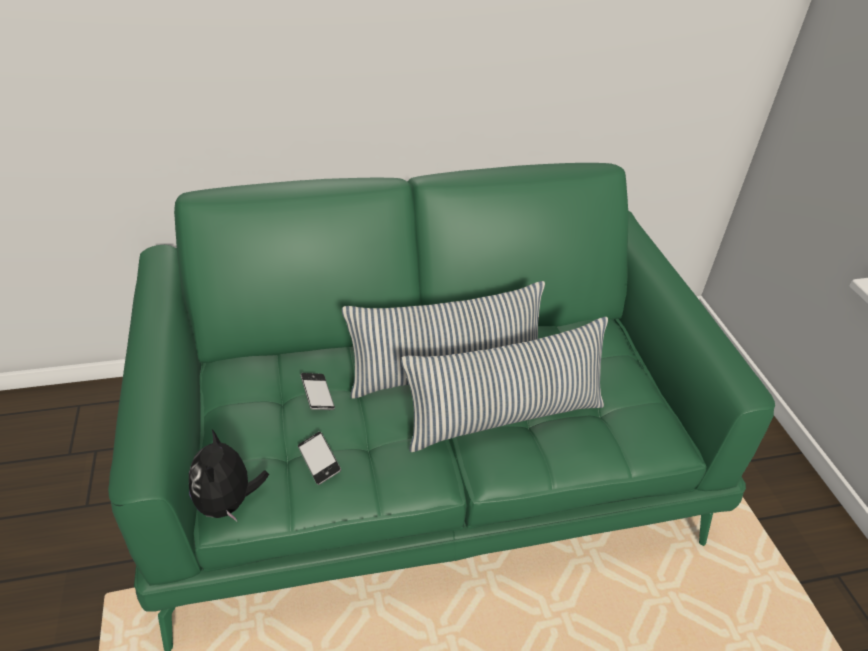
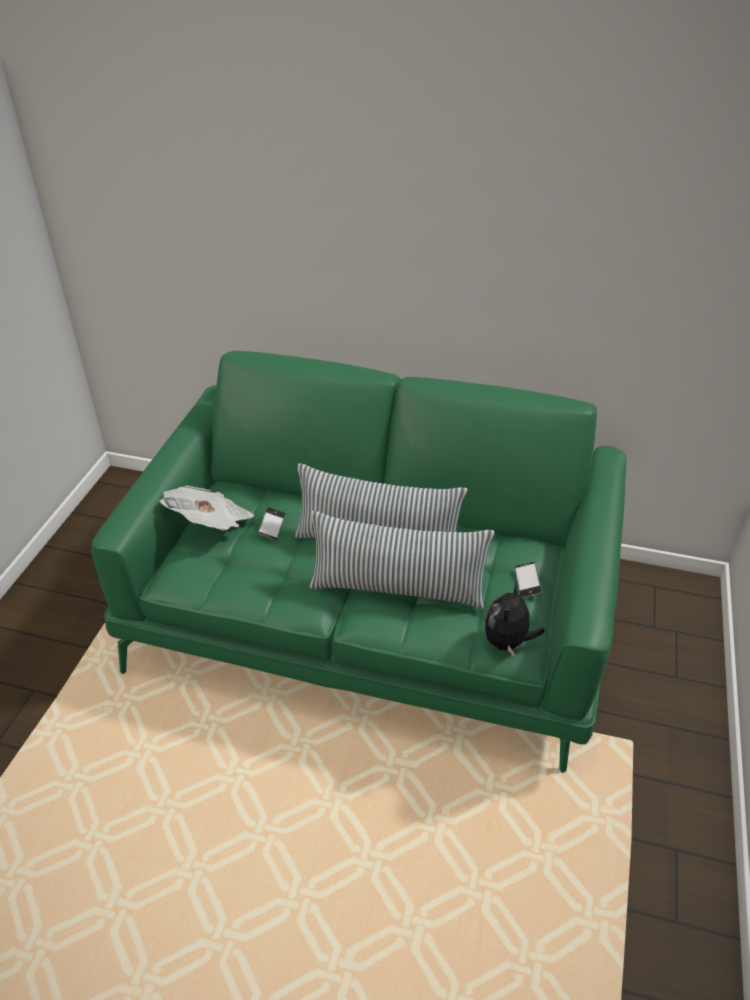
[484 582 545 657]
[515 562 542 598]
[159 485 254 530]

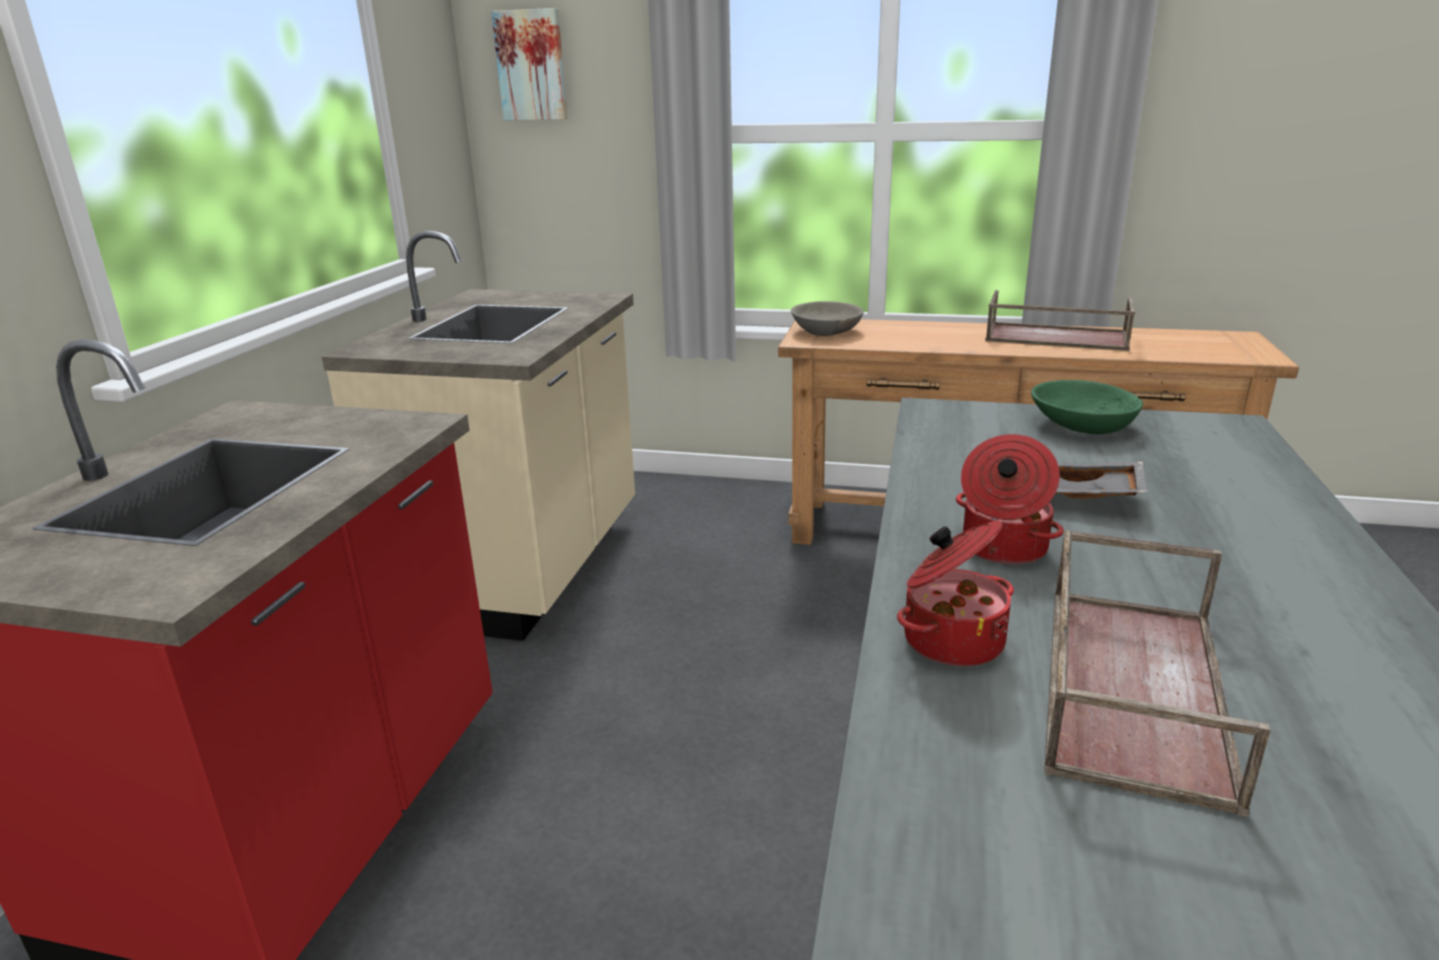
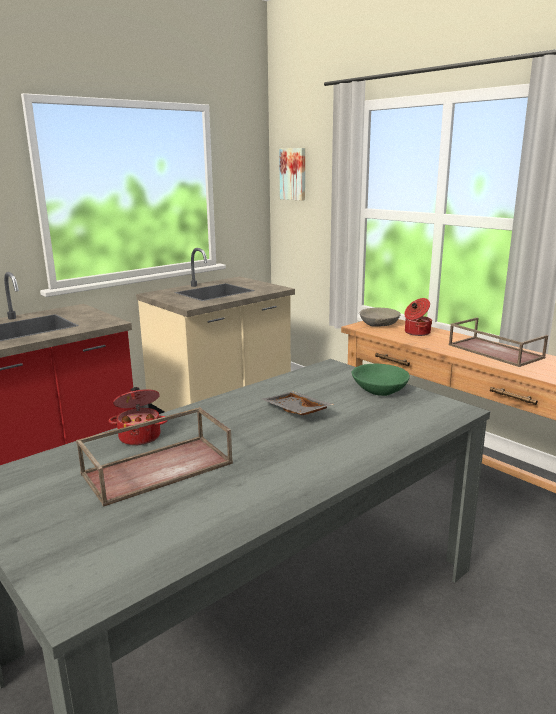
[404 298 432 336]

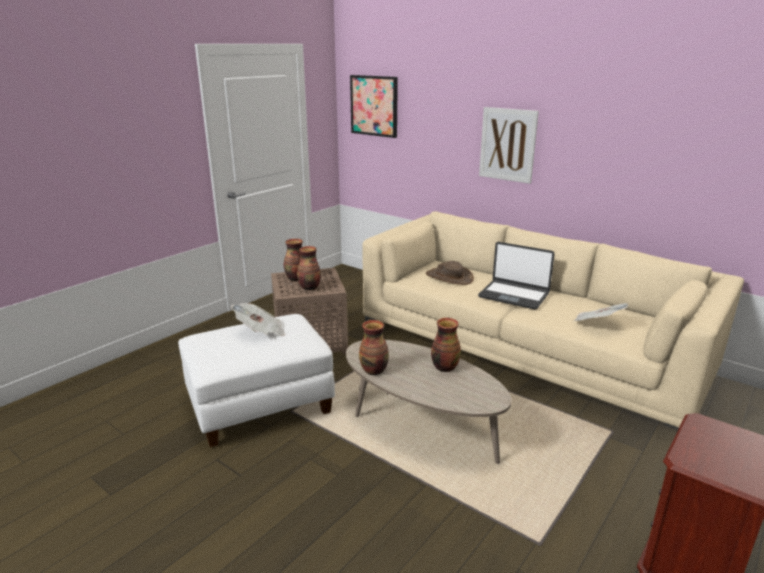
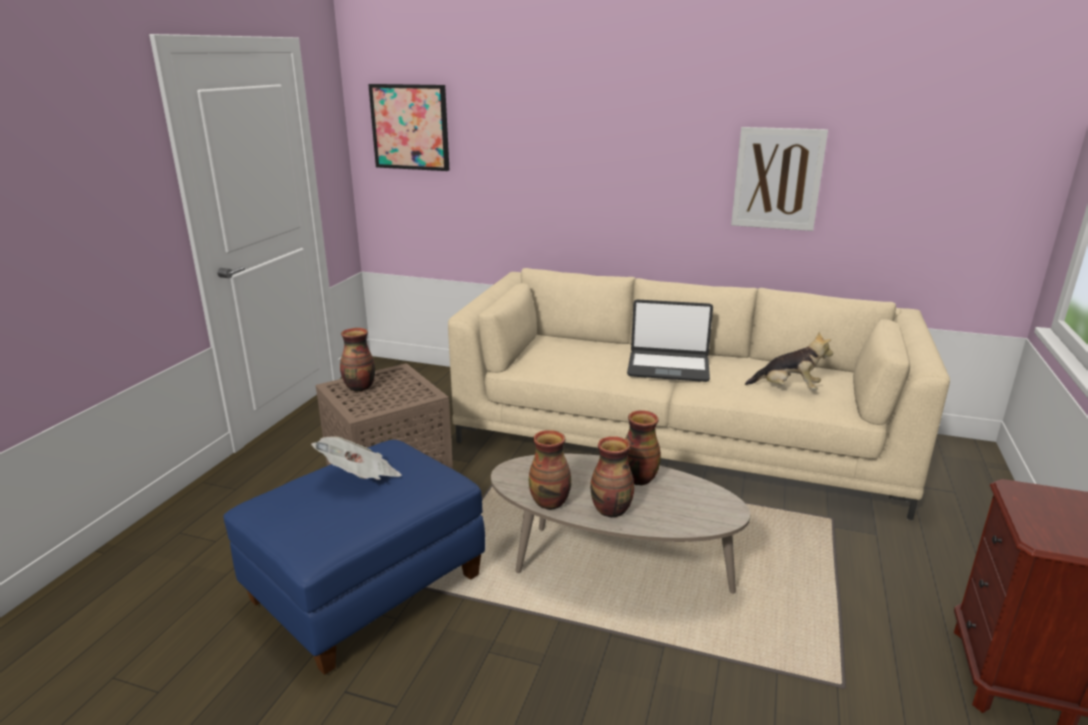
[223 440 485 675]
[590 436 634 517]
[426 261 474 285] (first image)
[731 127 828 231]
[745 332 833 390]

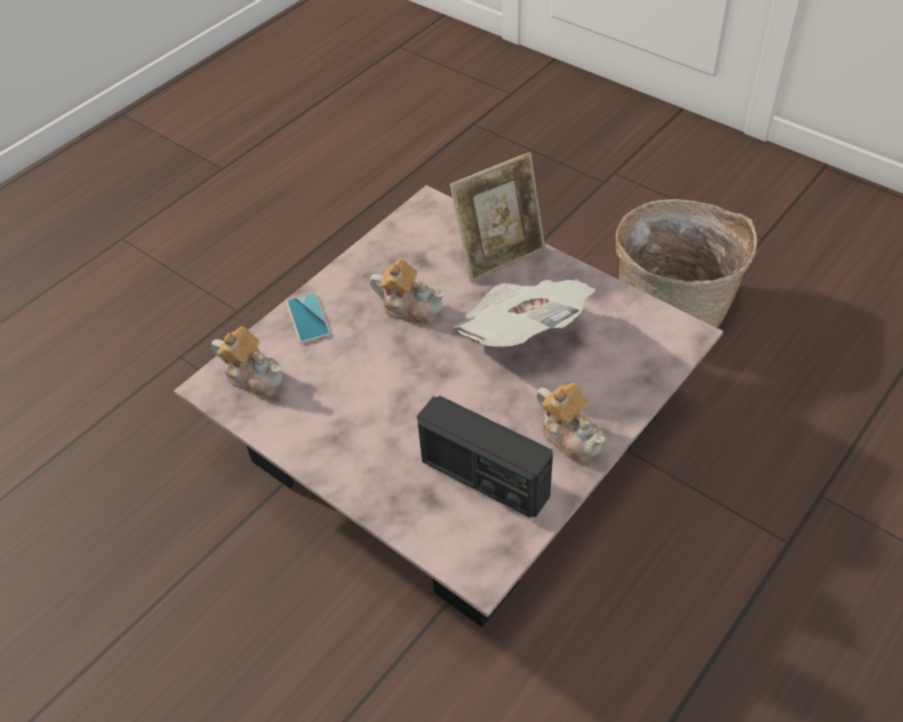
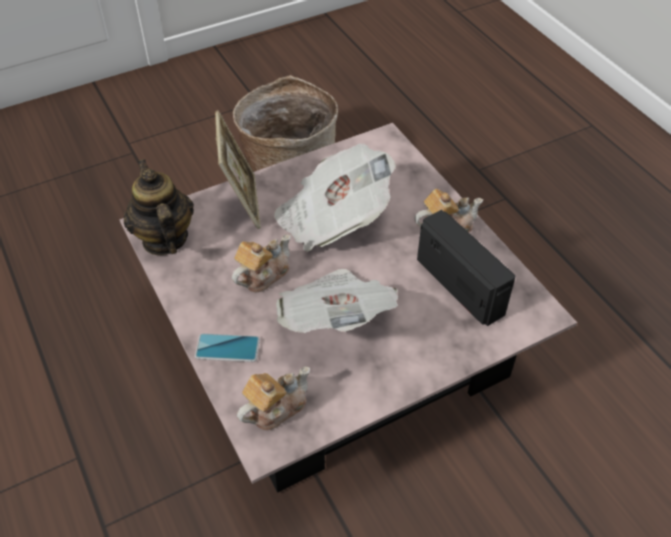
[417 210 516 326]
[124 159 194 255]
[276 269 398 333]

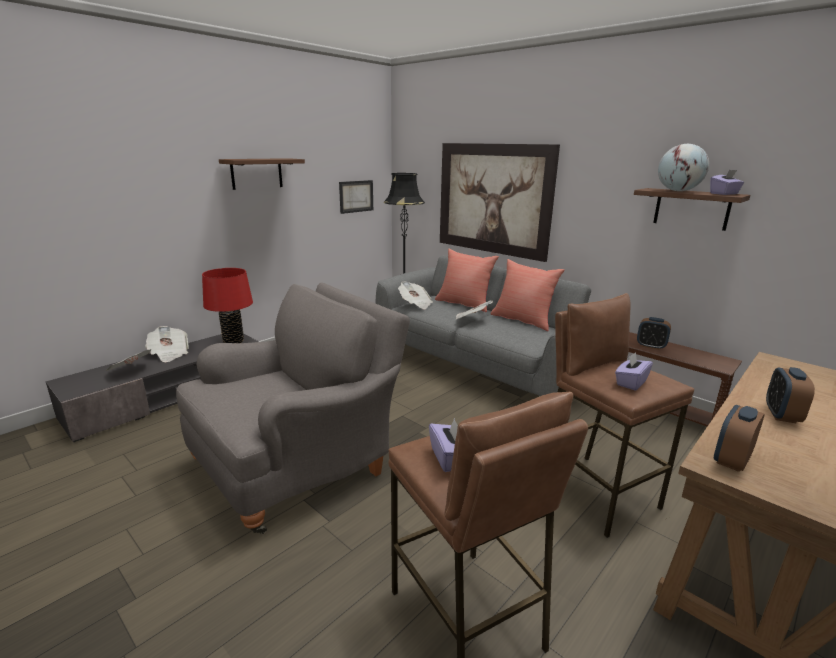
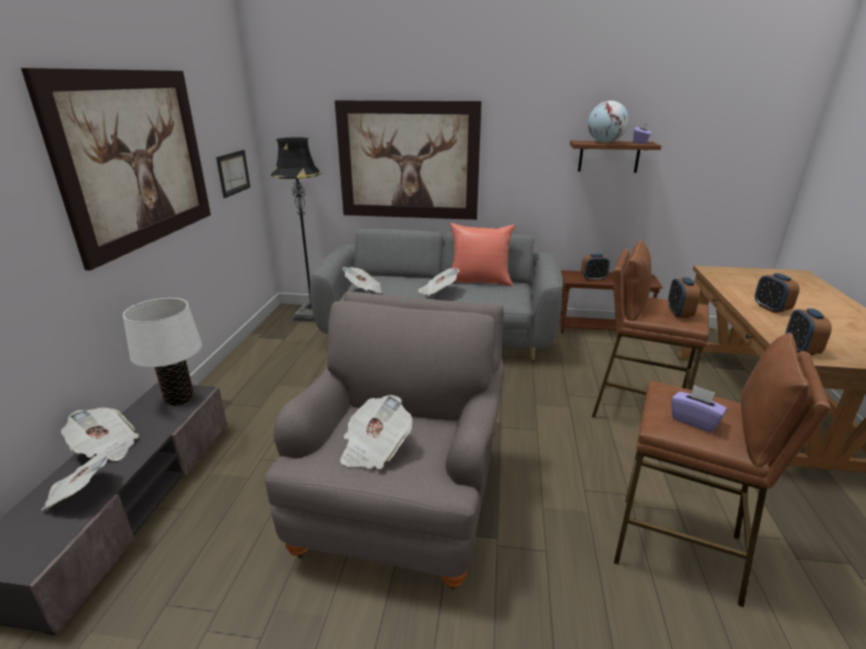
[123 298 202 406]
[21 68 211 271]
[435 249 499 312] (first image)
[668 277 700 318]
[340 395 412 469]

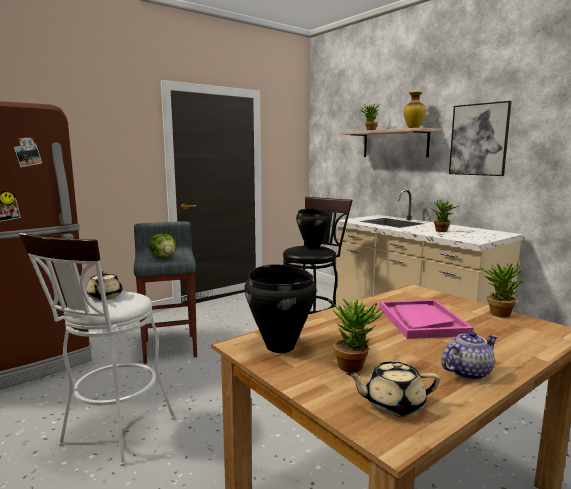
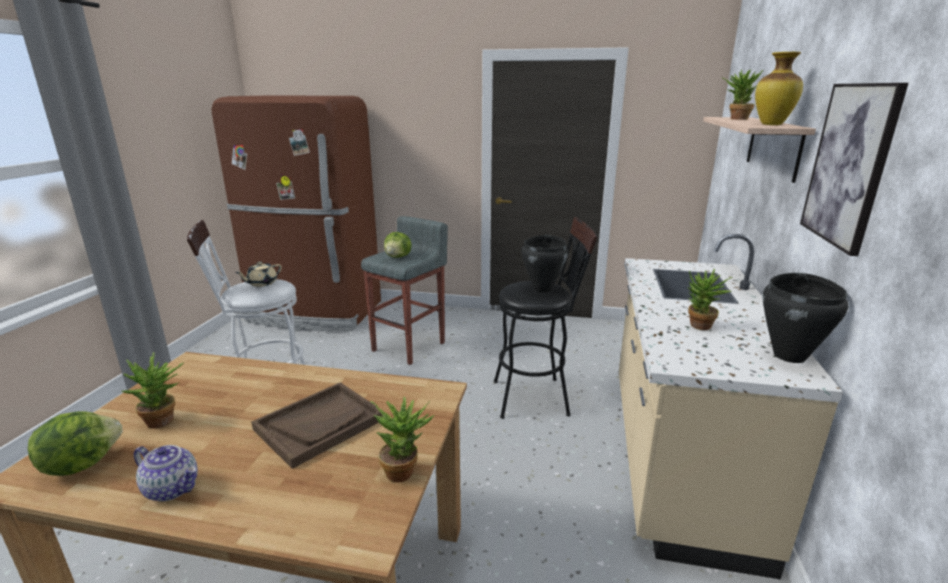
[762 273 848 363]
[28 411 123 476]
[251 382 383 469]

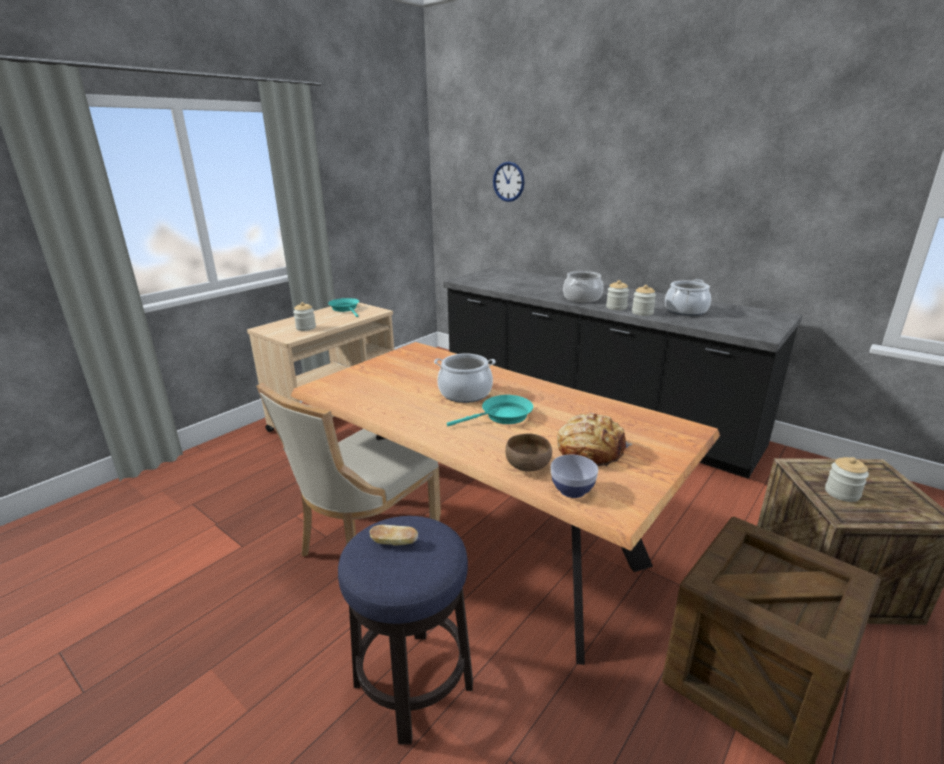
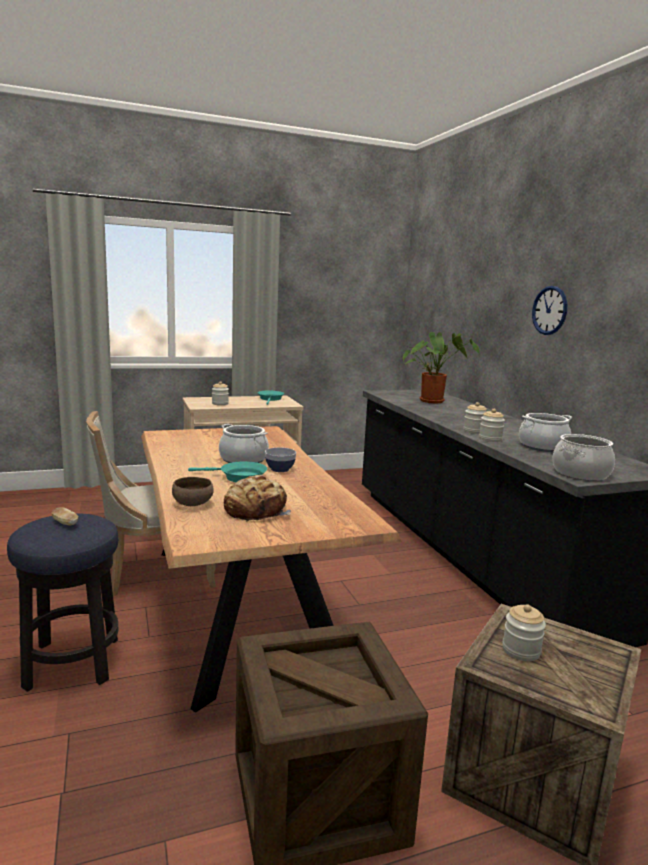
[532 286 567 335]
[265 448 296 472]
[552 434 615 480]
[403 332 480 403]

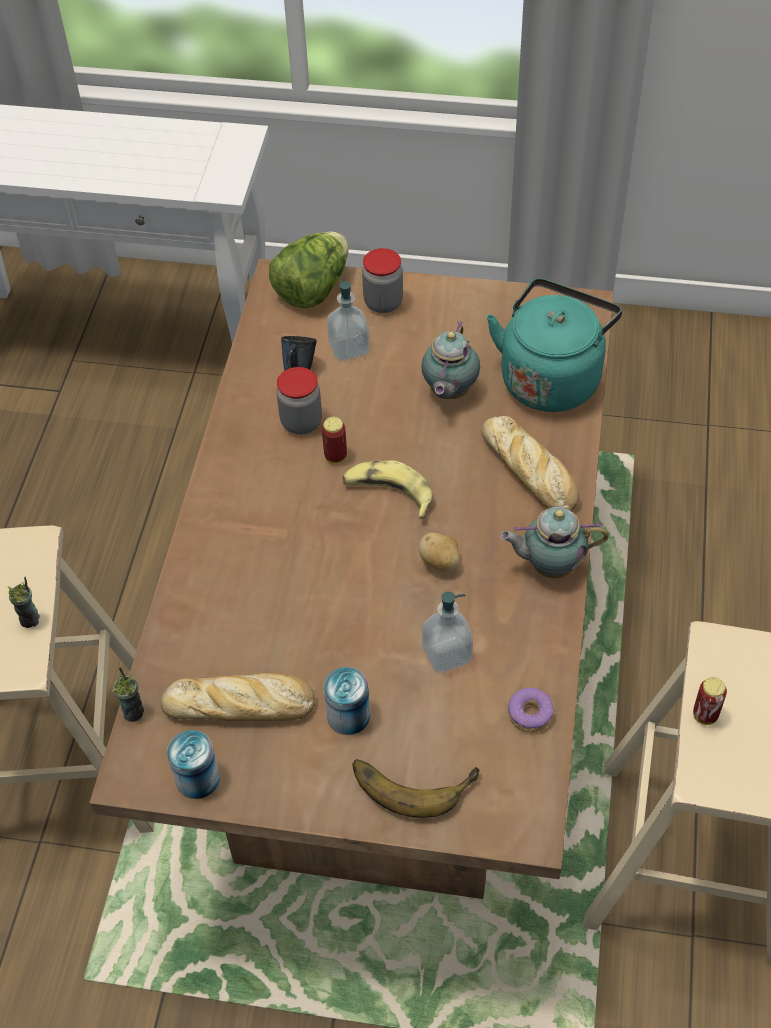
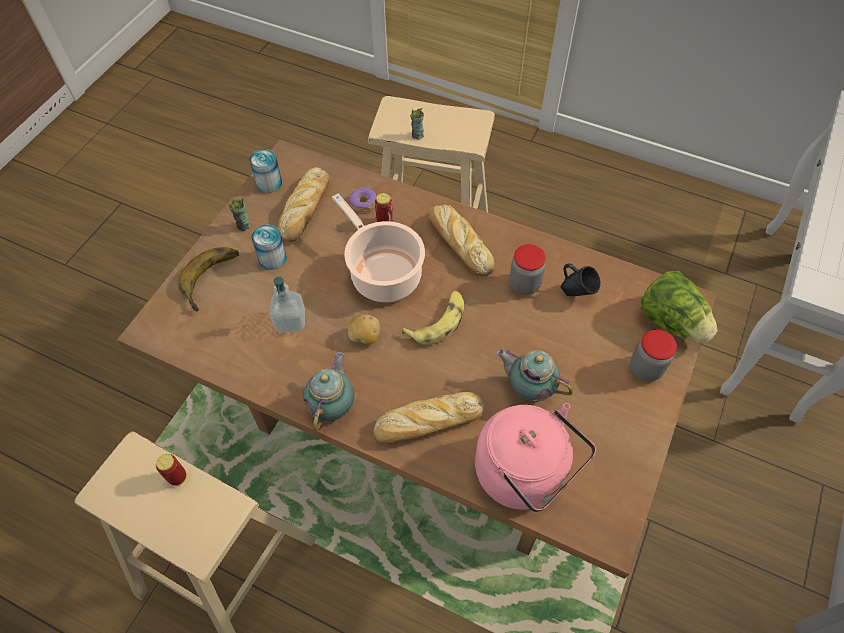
[228 197 251 231]
[375 193 393 222]
[327 278 370 360] (first image)
[475 403 596 512]
[349 187 377 212]
[332 194 425 302]
[427 204 495 276]

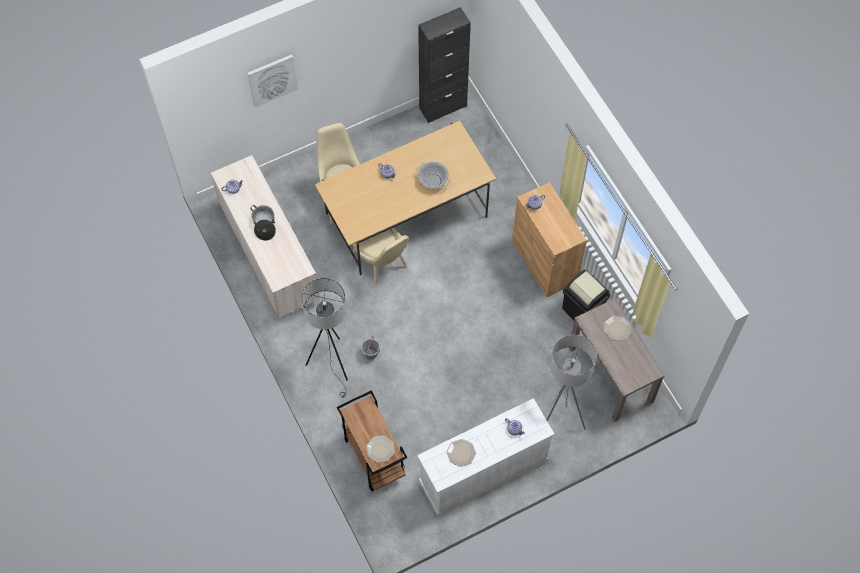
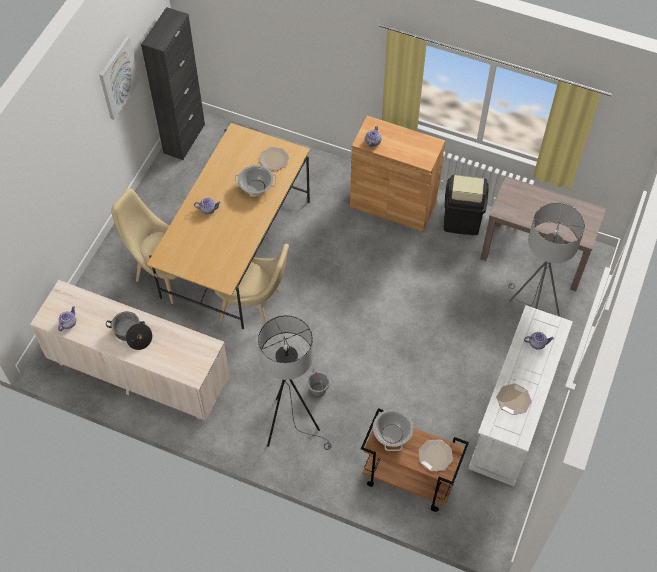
[99 36 139 120]
[259 147 289 171]
[373 407 413 451]

